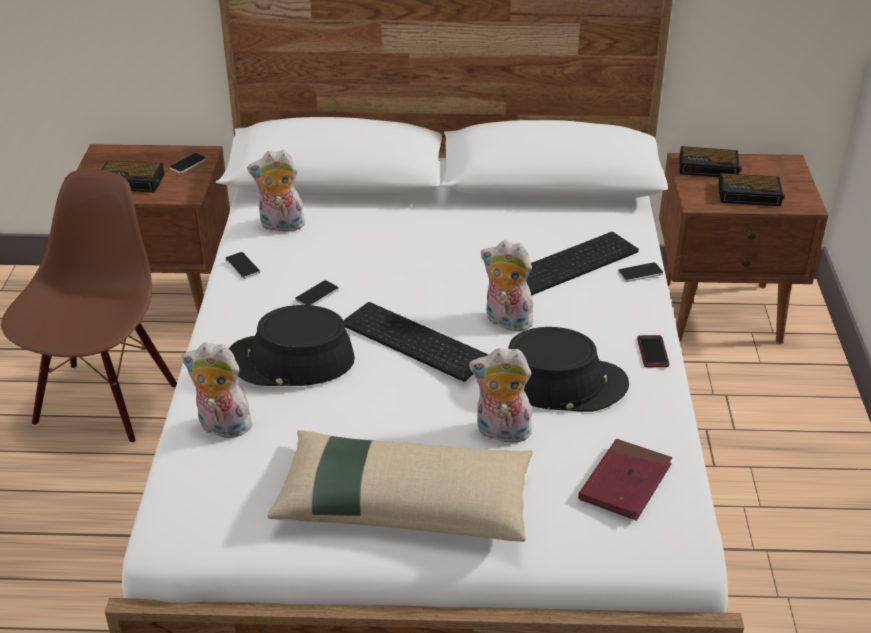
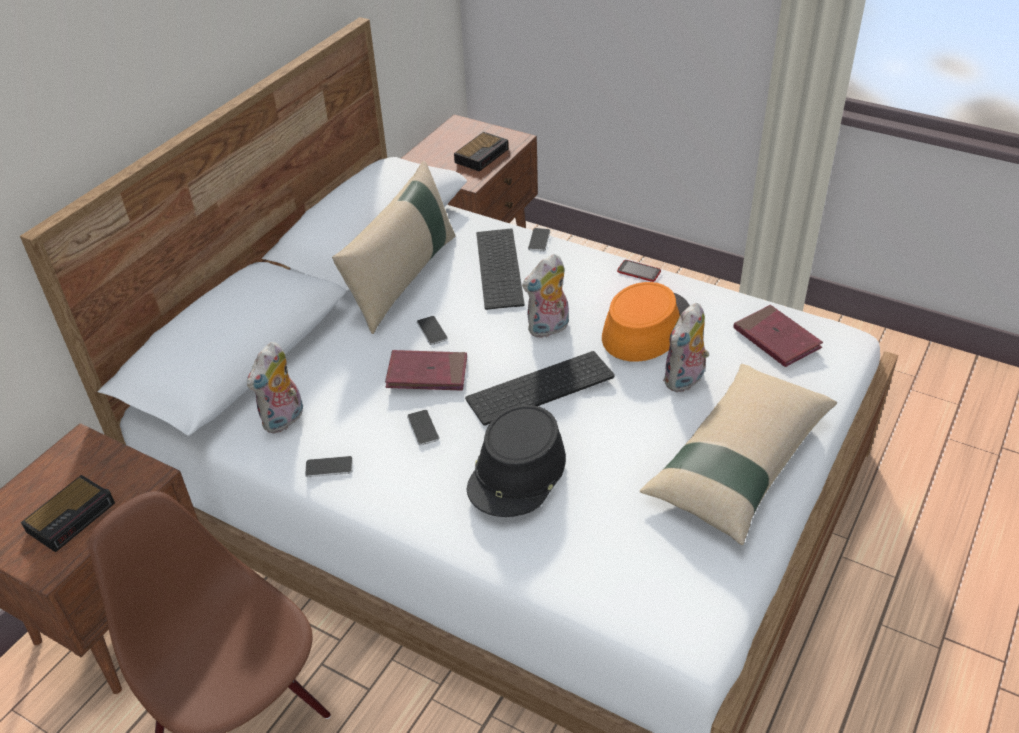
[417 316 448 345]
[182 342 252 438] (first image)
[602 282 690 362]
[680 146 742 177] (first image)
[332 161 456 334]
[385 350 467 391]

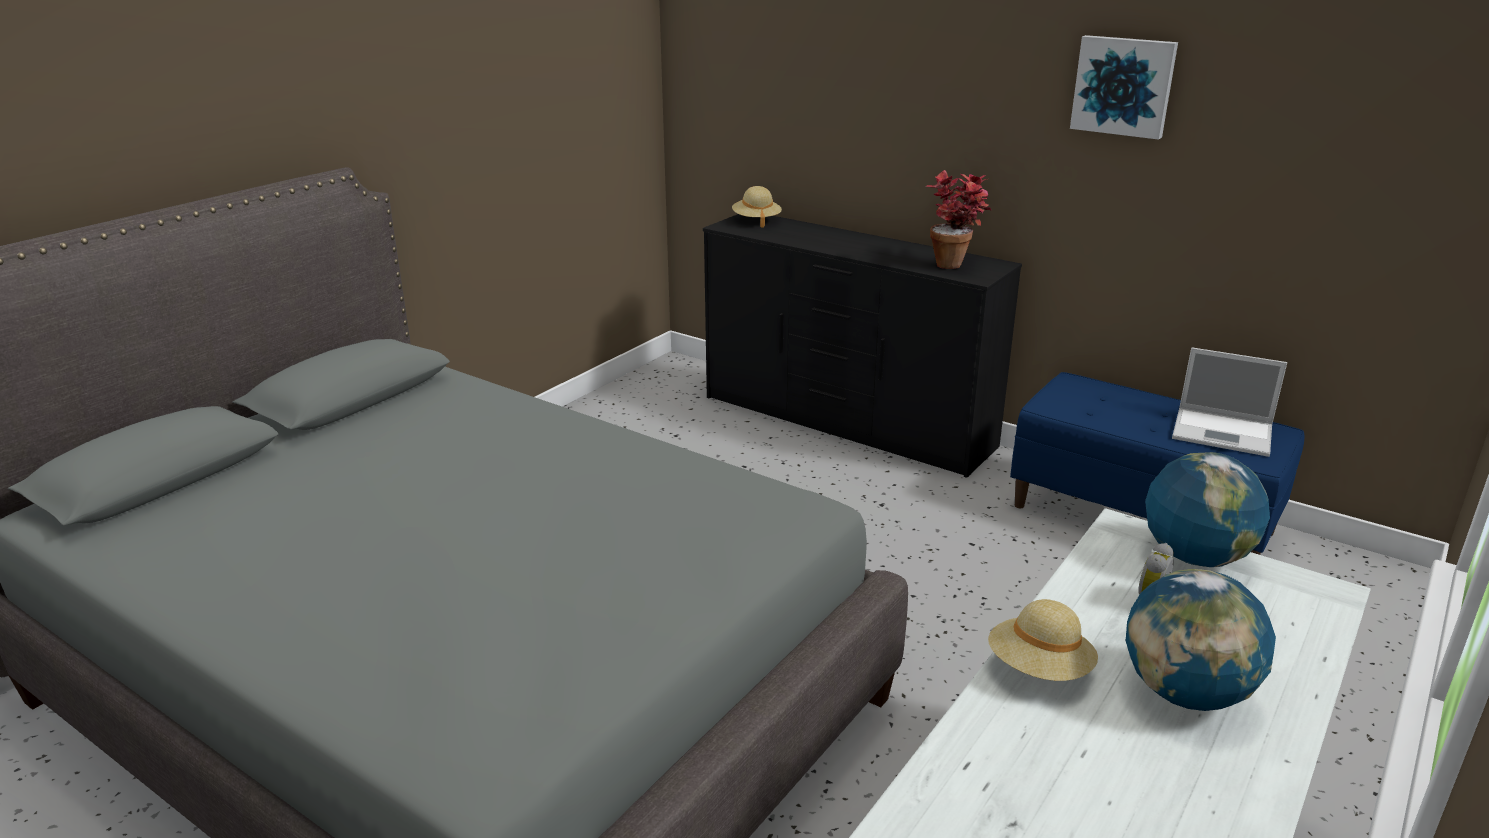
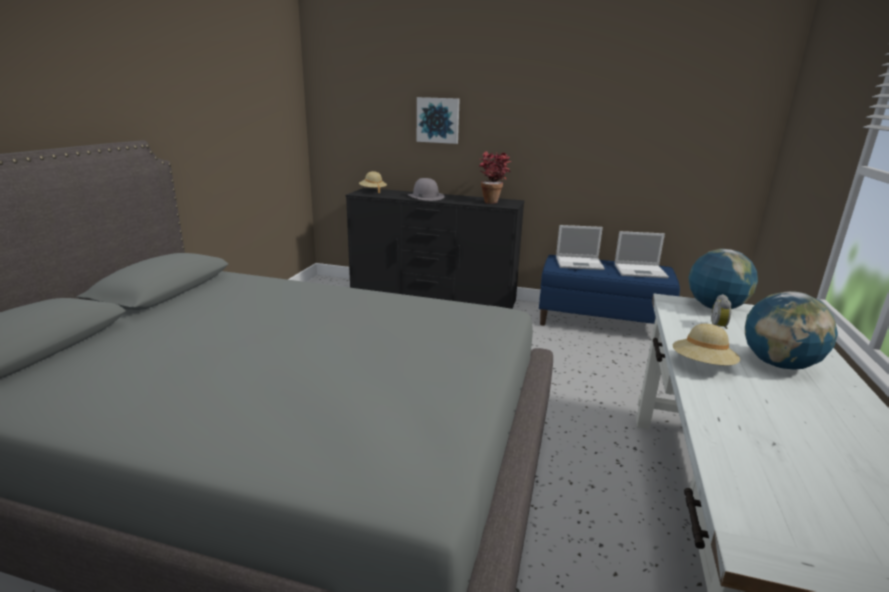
[417 97 460 144]
[408 178 445 201]
[556 225 605 270]

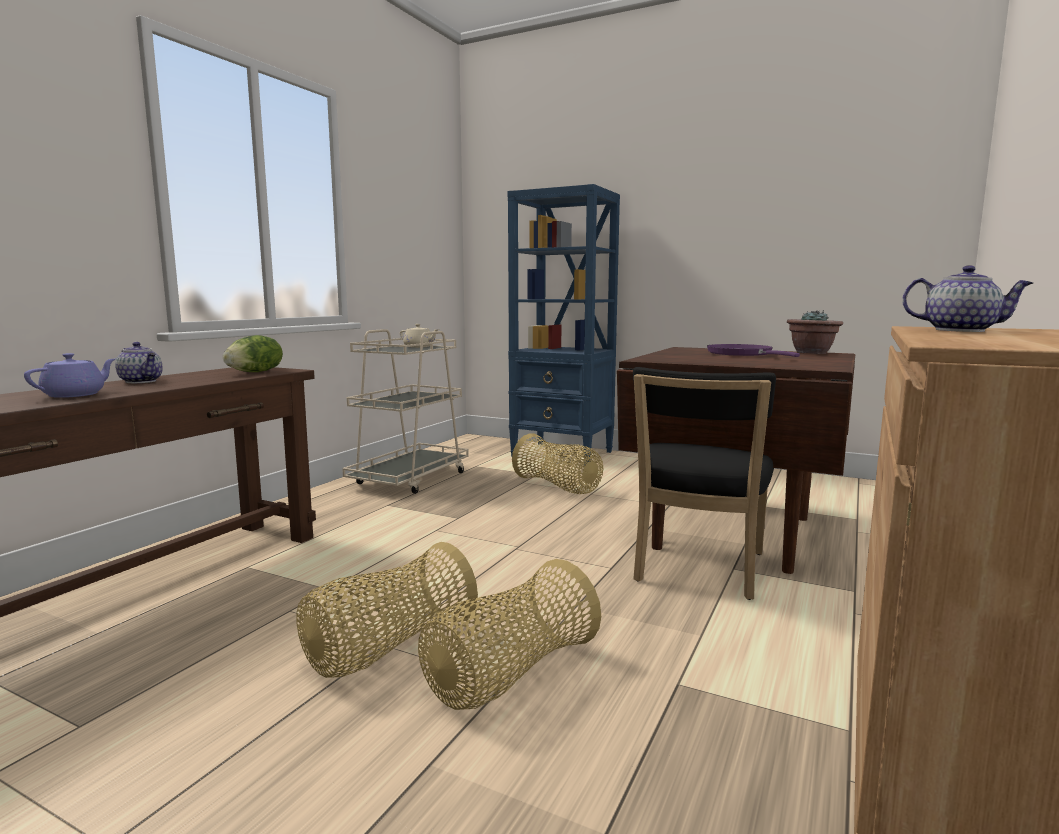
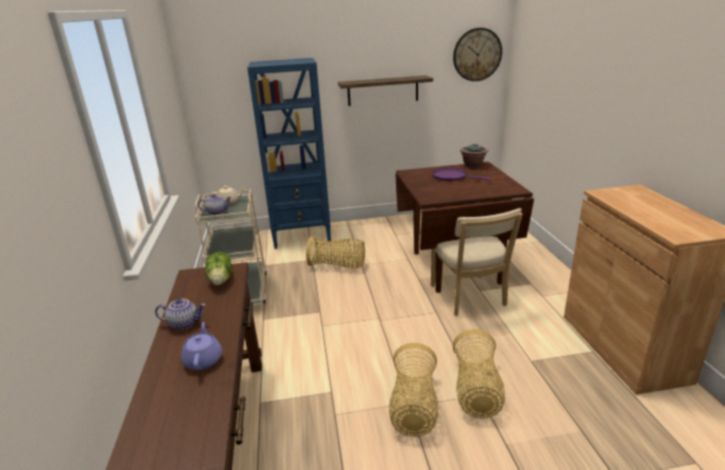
[431 208 523 316]
[198 194 232 215]
[338 75 433 106]
[453 28 502 81]

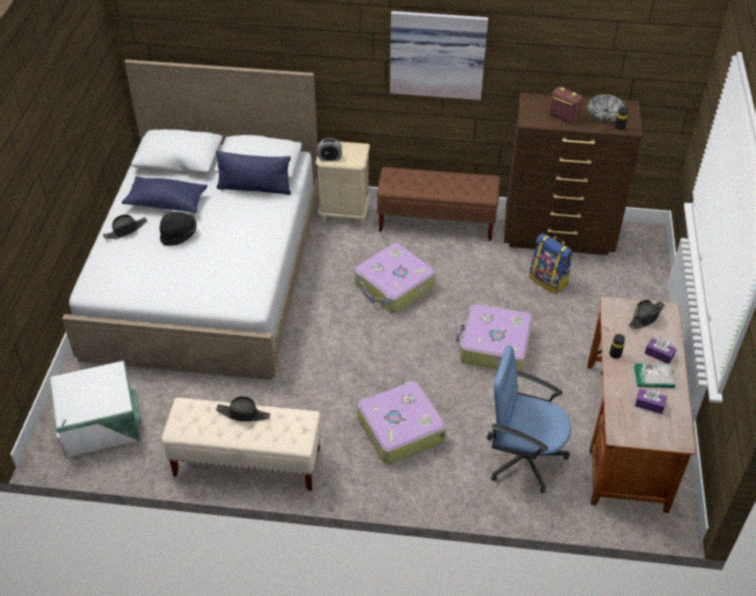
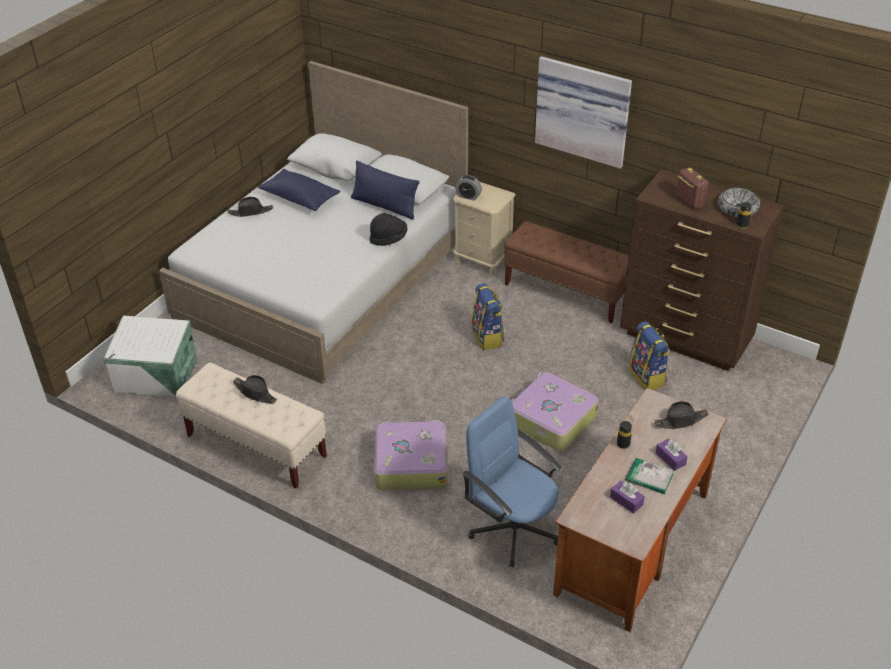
[369 213 407 246]
[471 283 505 350]

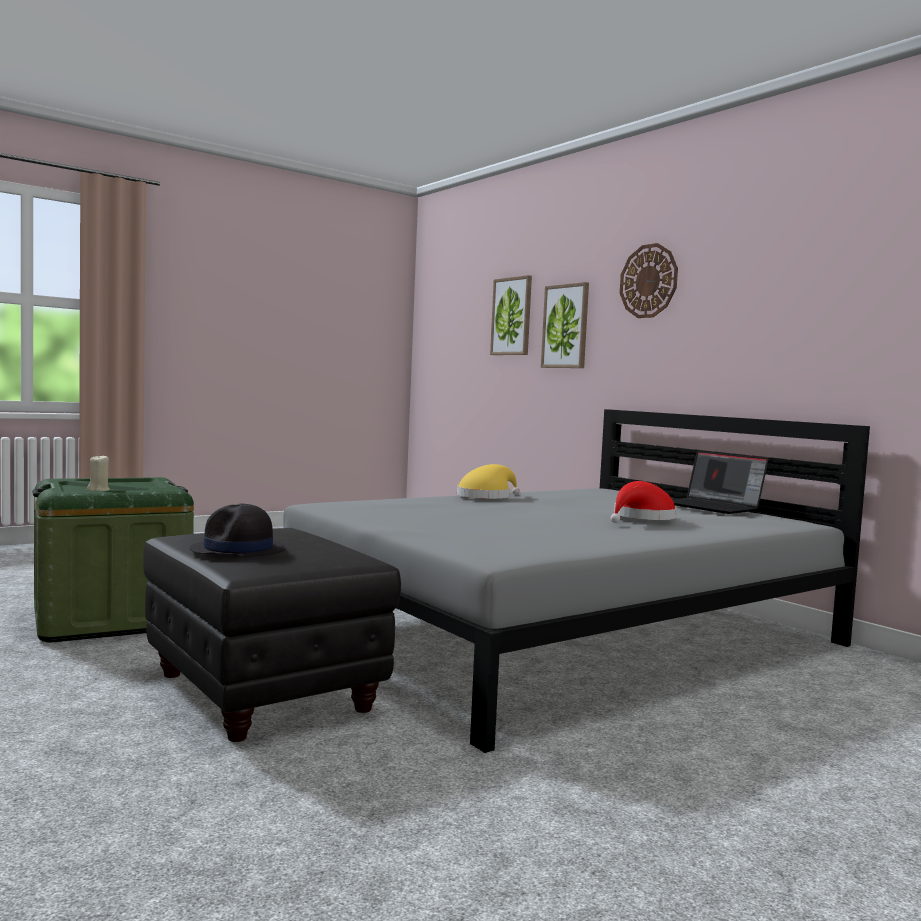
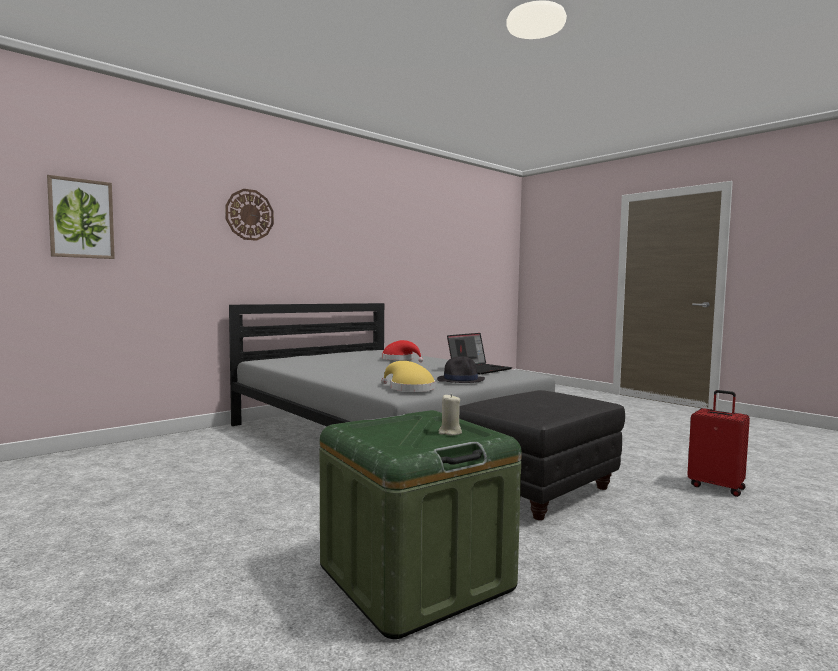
[437 356 485 383]
[381 361 435 392]
[541 282 589 368] (first image)
[447 333 512 374]
[687 390 750 497]

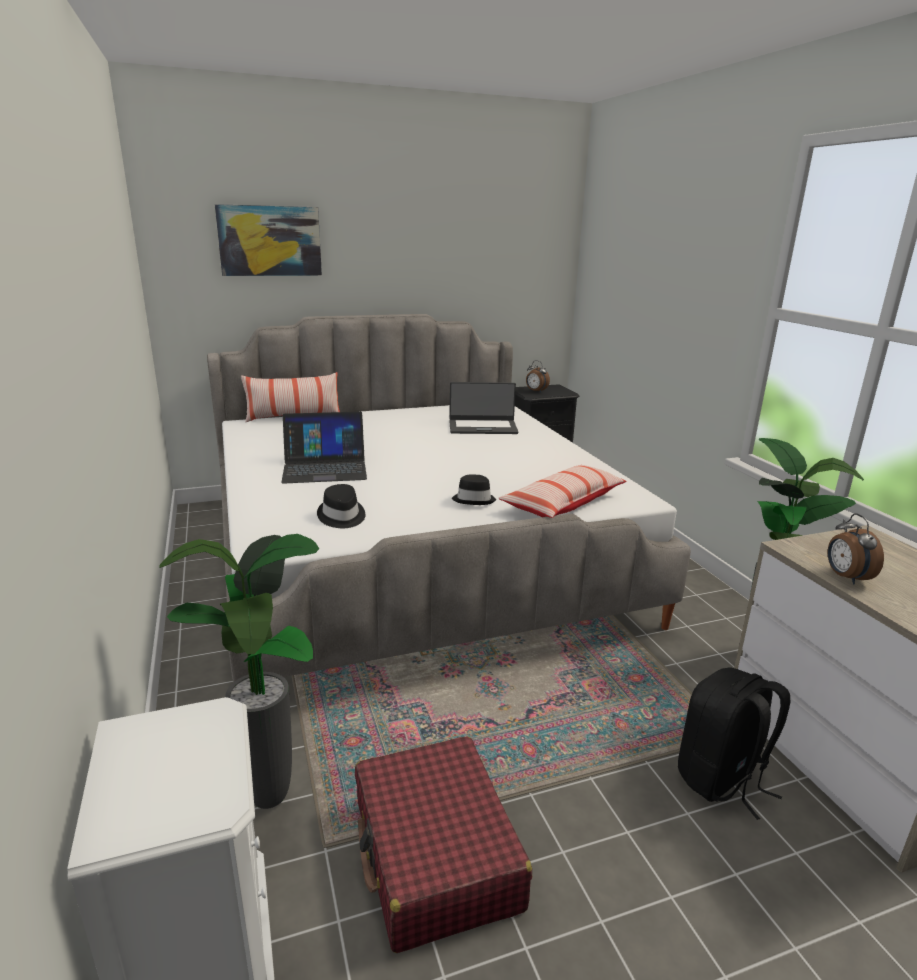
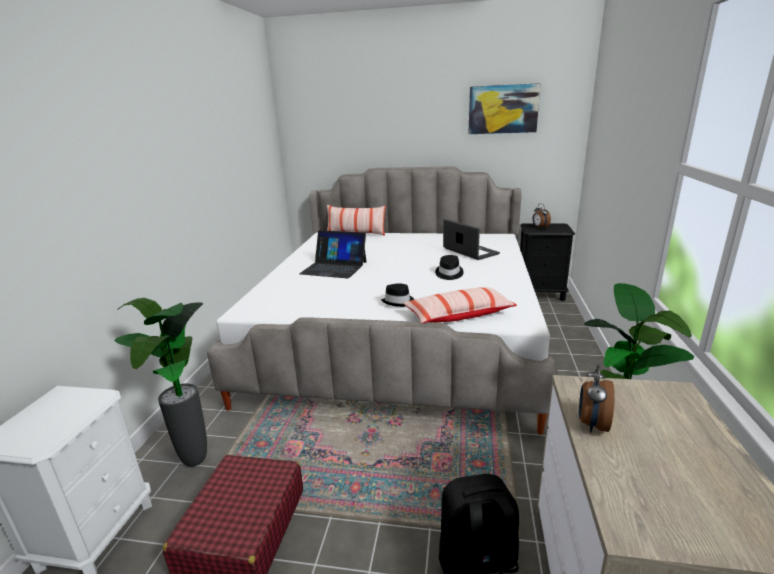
[468 83 541 134]
[435 255 464 280]
[443 219 500 260]

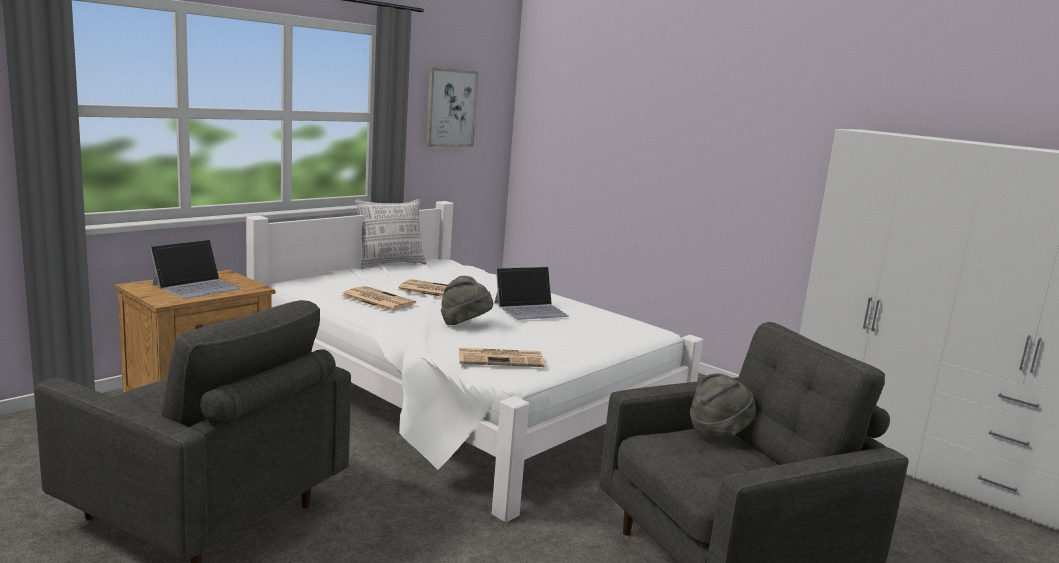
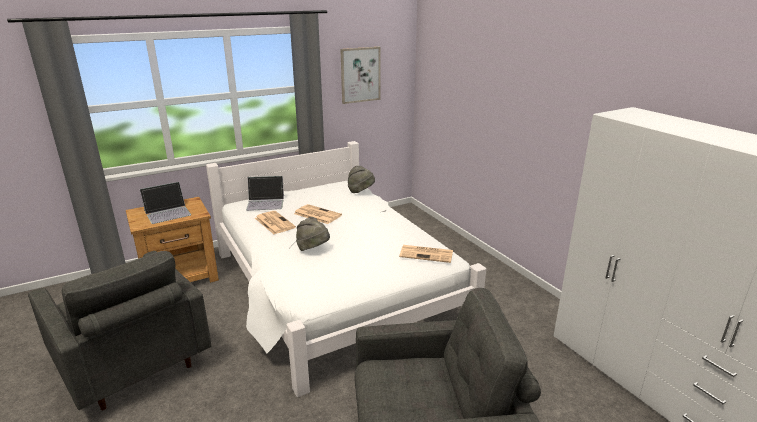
[355 199 427 269] (first image)
[399 245 453 263]
[246 176 284 211]
[348 166 375 193]

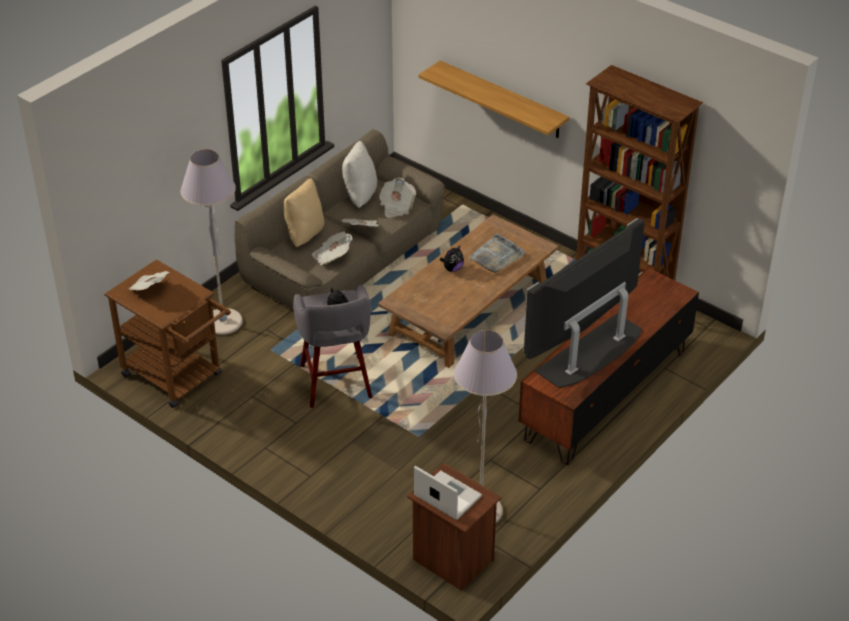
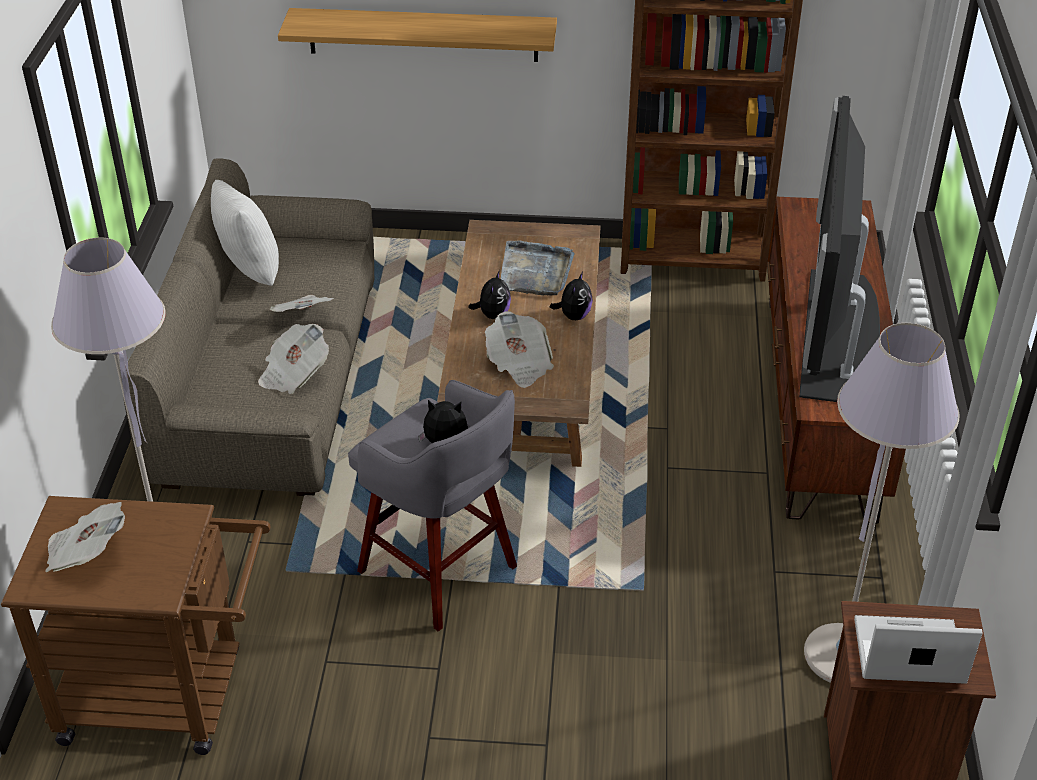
[283 178 324 247] (first image)
[485 311 554 388]
[550 272 593 320]

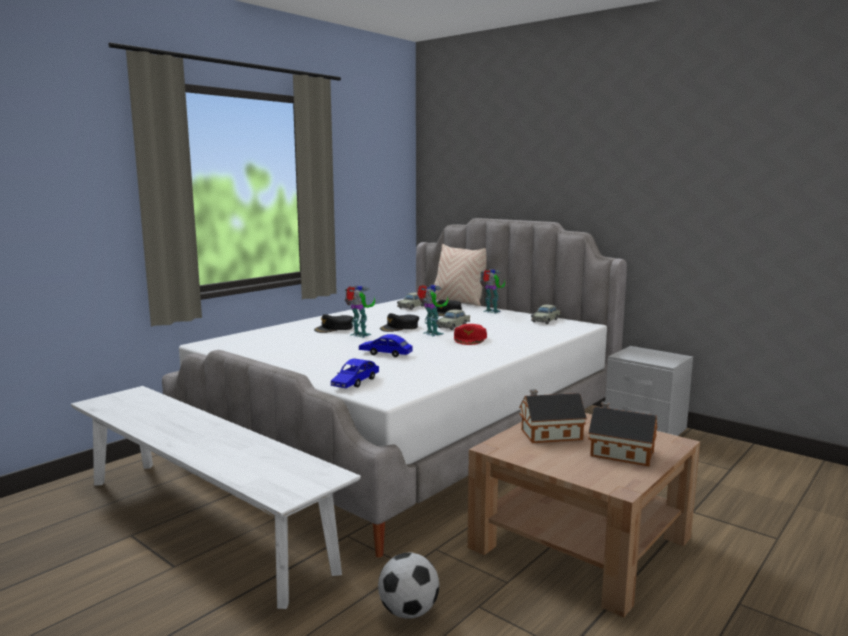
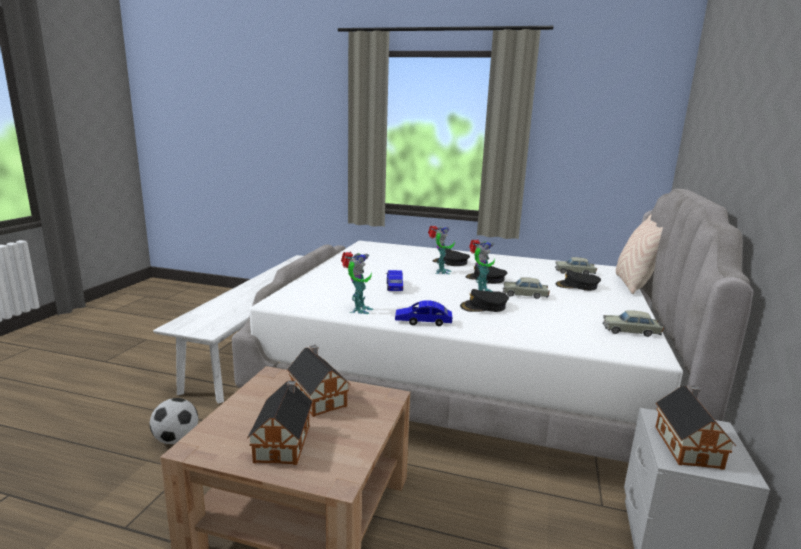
[395 300 452 326]
[460 289 509 312]
[341 252 373 314]
[656 385 736 470]

